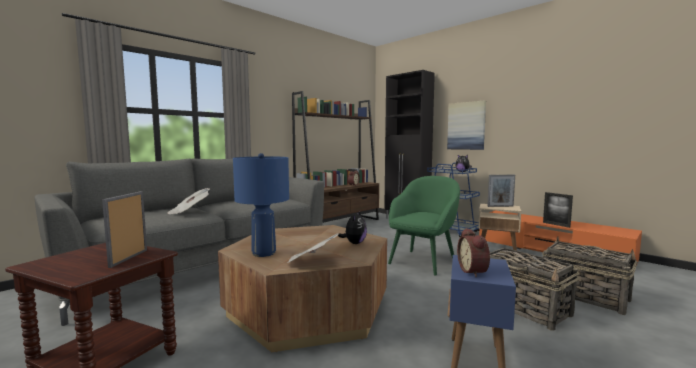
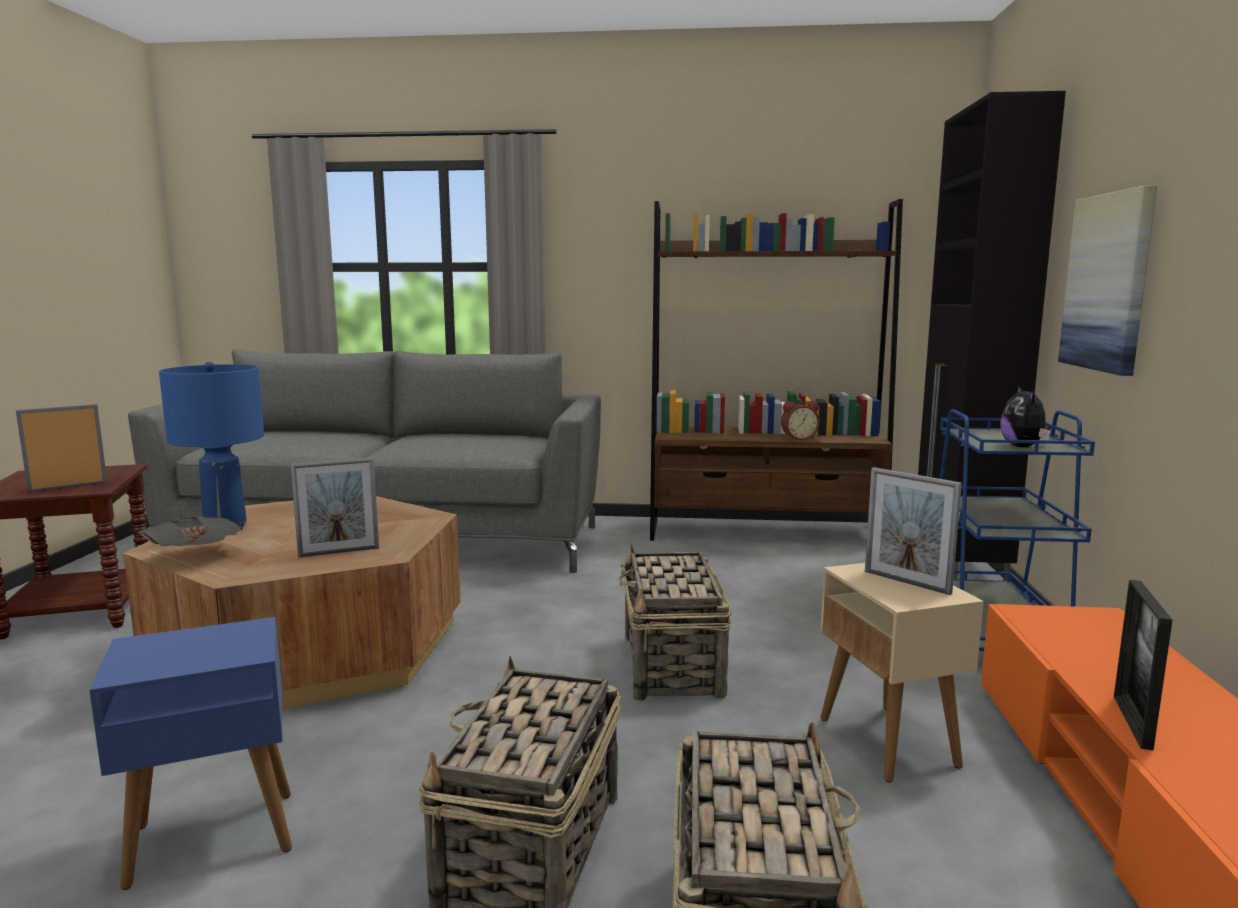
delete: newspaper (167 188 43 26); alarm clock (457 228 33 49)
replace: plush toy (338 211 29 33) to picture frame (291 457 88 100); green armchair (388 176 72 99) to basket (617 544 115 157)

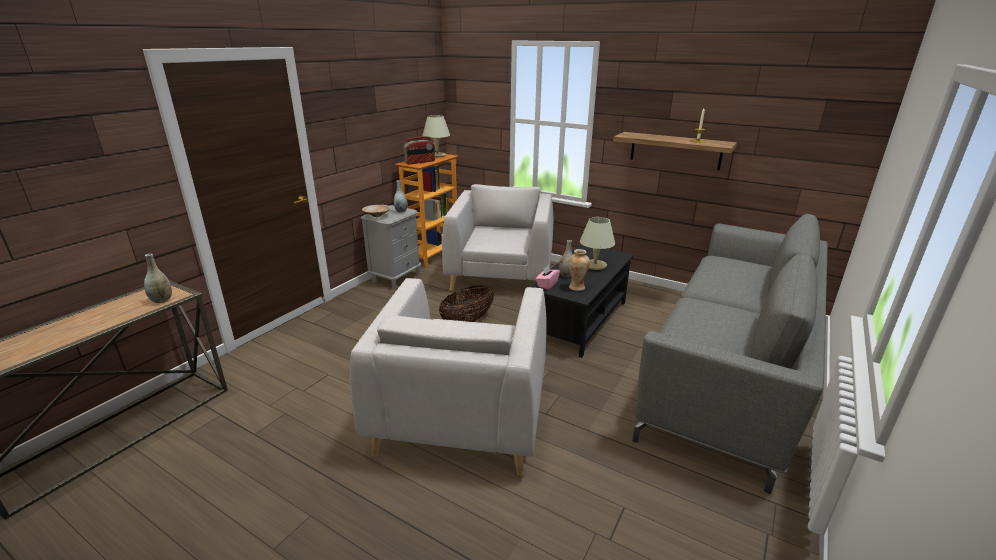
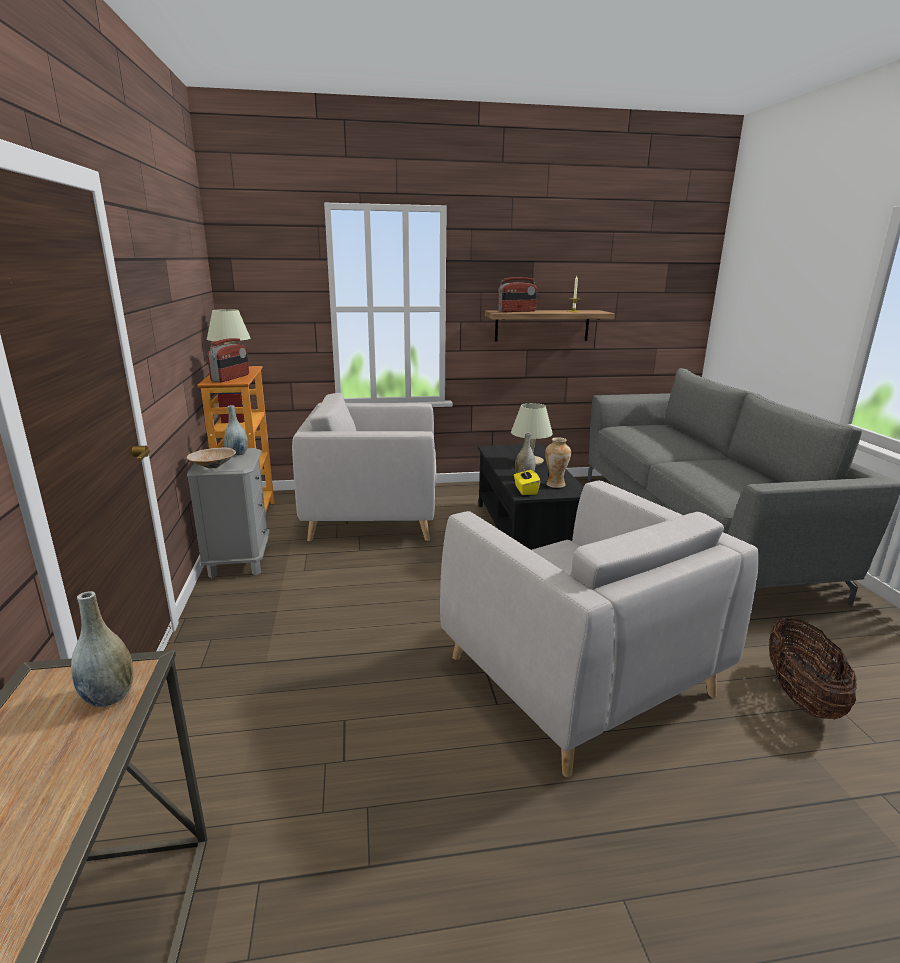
insert: radio (498 277 39 35)
move: basket (439 285 55 37) to (769 618 88 101)
recolor: pink tissue box (536 265 24 24) to yellow tissue box (514 467 26 28)
rotate: grey armchair (442 184 111 106) = (292 393 144 148) 60 degrees counterclockwise

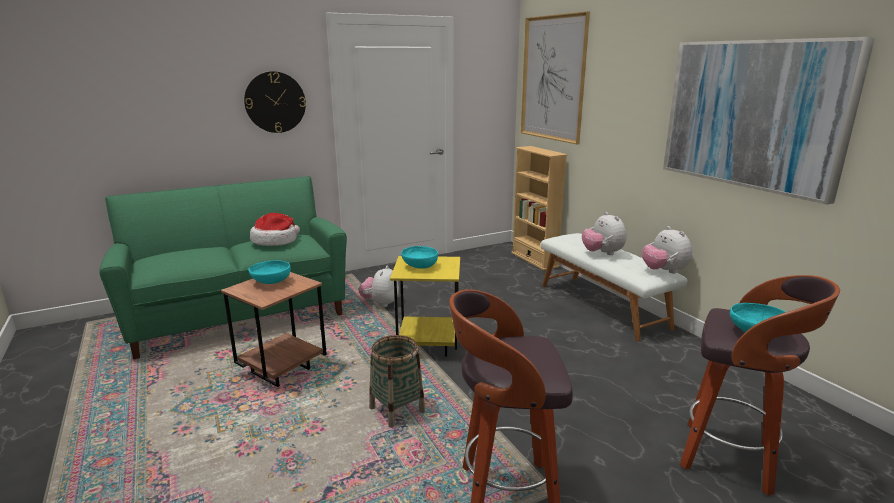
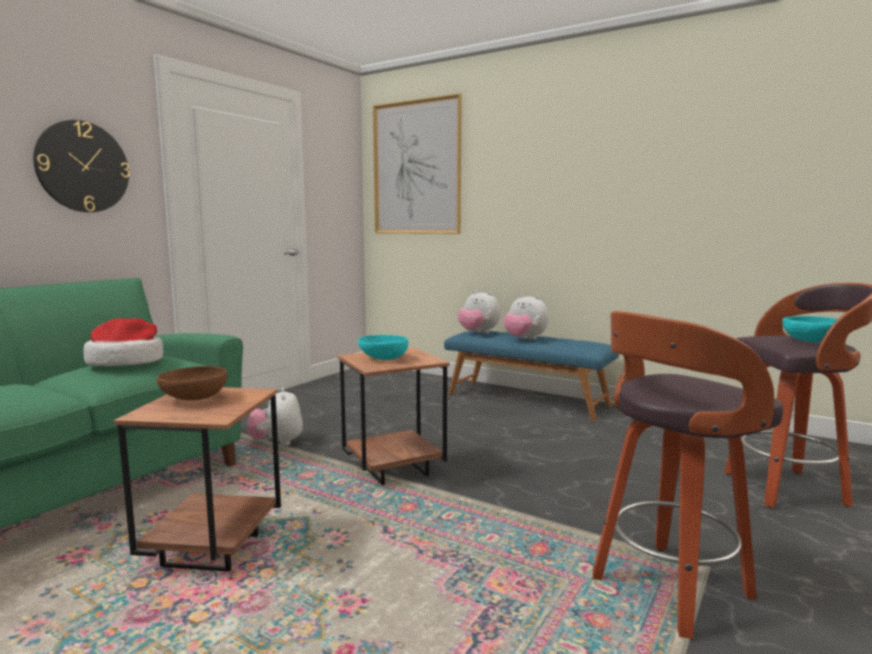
delete: basket (369 335 56 93); beige bookcase (511 146 56 124); picture (663 37 212 168)
move: plush toy (642 226 50 47) to (457 290 44 43)
recolor: turquoise bowl (248 260 43 24) to brown bowl (157 366 70 35); yellow side table (390 256 70 101) to brown side table (337 347 112 138); white bench (541 233 147 108) to blue bench (444 330 175 91)

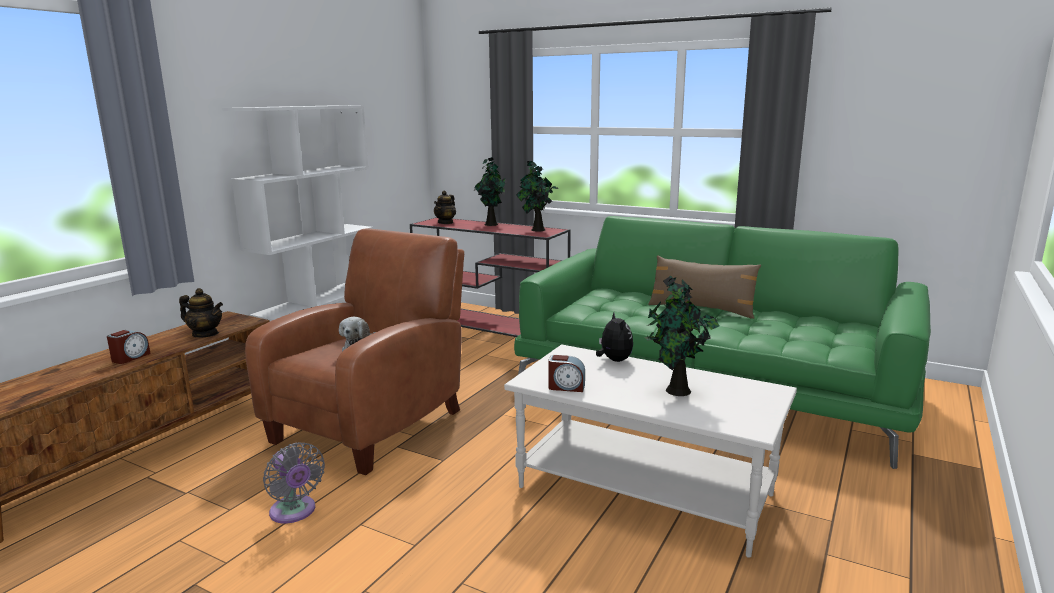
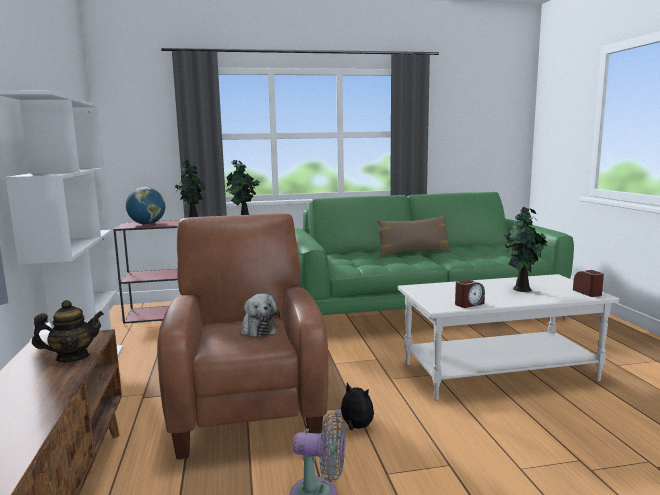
move: plush toy (596 313 37 49) to (335 383 39 47); alarm clock (107 330 44 34) to (573 270 31 27)
replace: teapot (434 190 22 34) to globe (126 187 39 38)

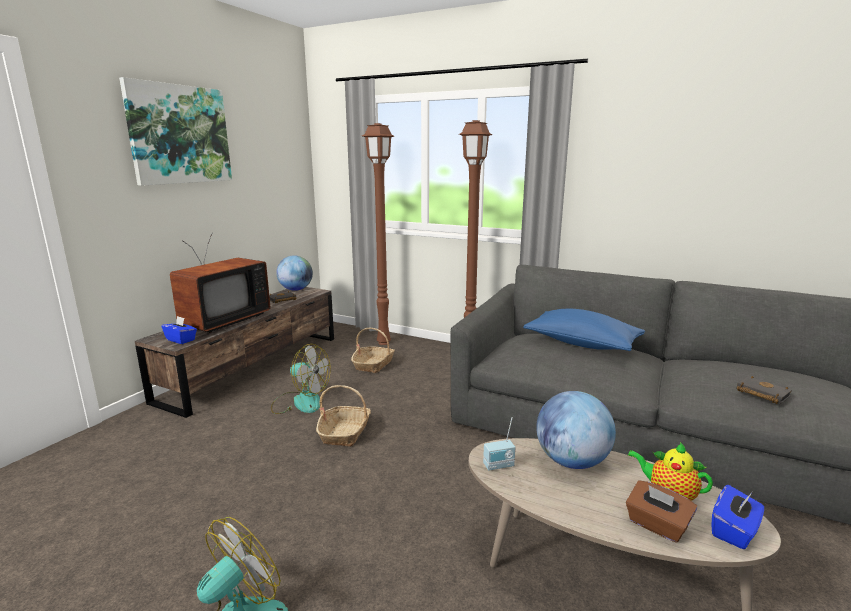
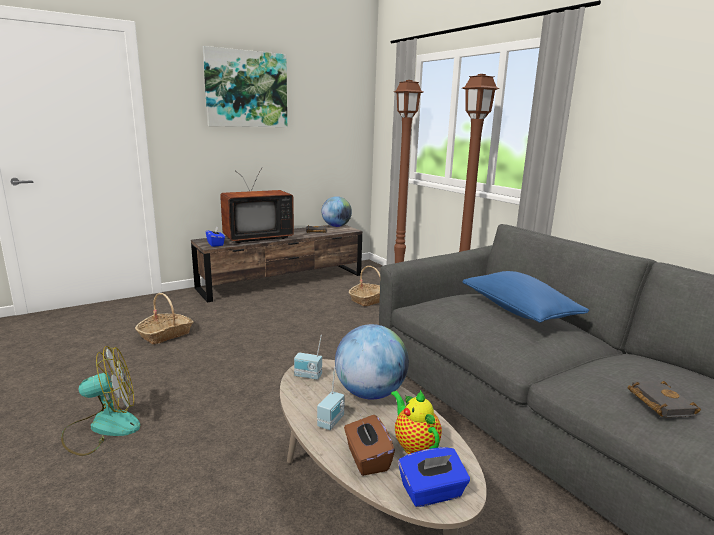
delete: fan (271 344 60 70)
insert: radio (317 367 28 63)
move: basket (316 385 55 62) to (135 293 59 52)

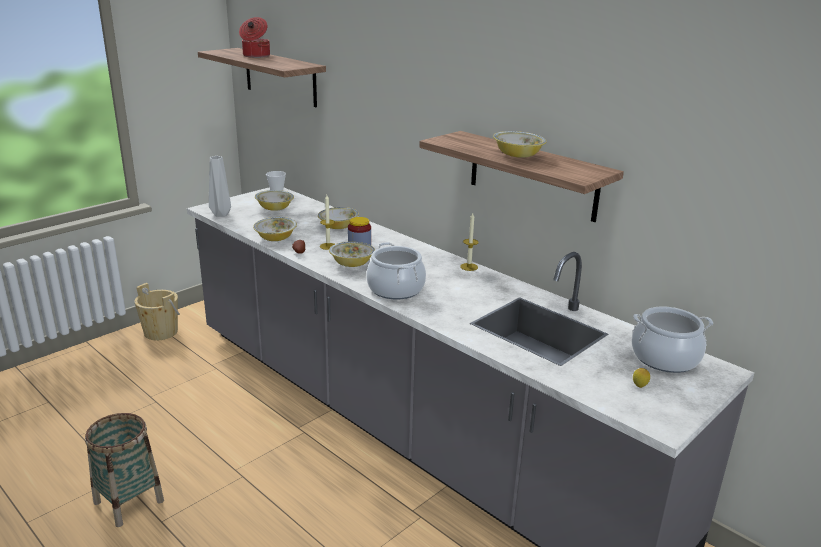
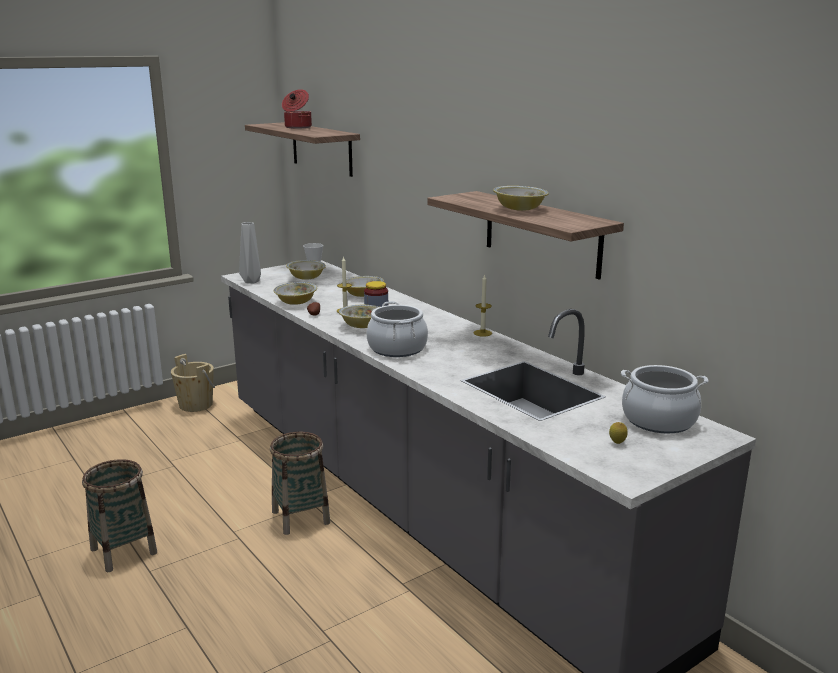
insert: basket (270 432 60 103)

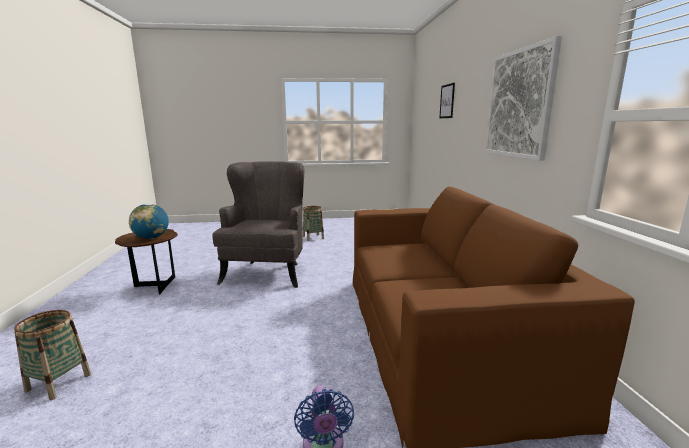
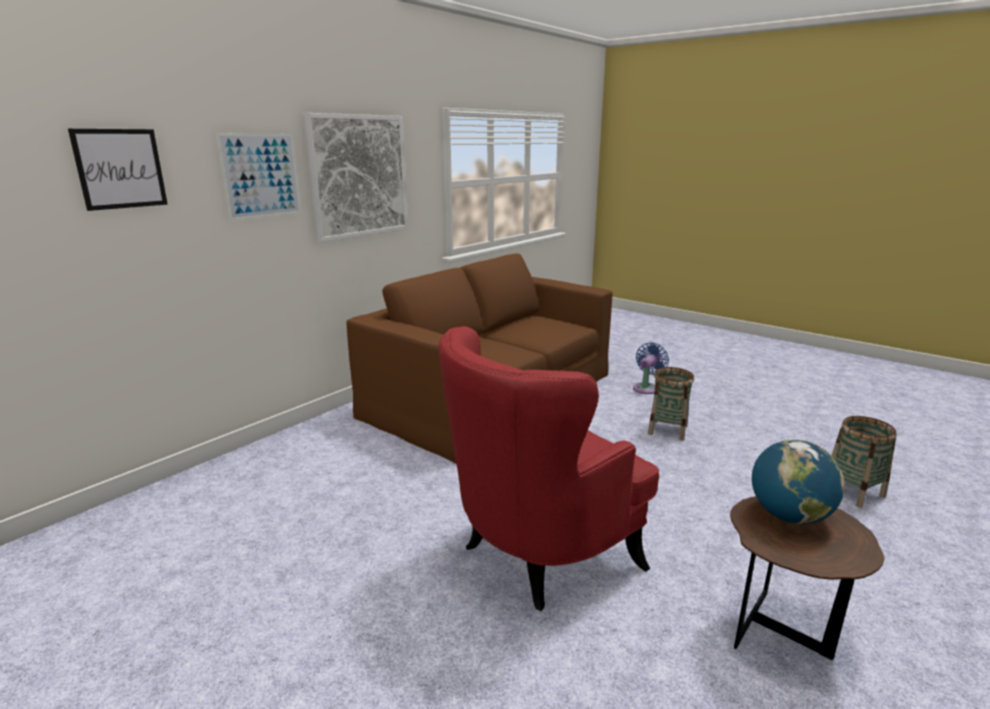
insert: picture (216 133 85 88)
move: basket (303 206 21 35) to (648 367 46 73)
recolor: grey armchair (212 161 92 127) to red armchair (438 326 221 285)

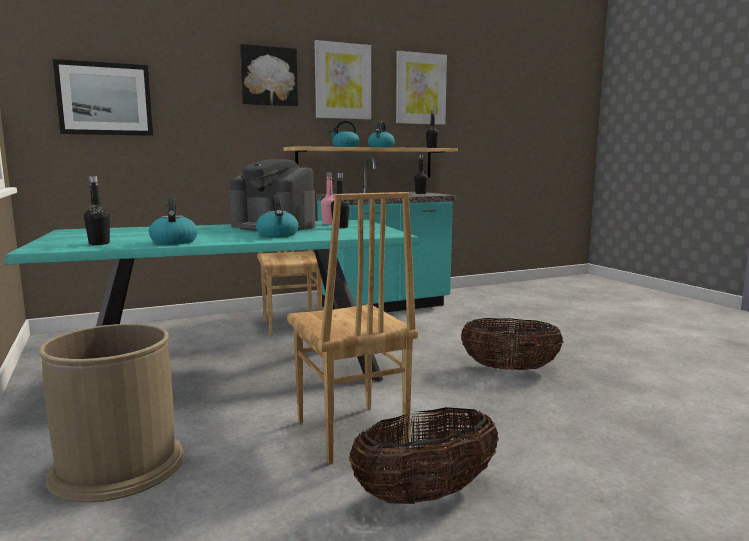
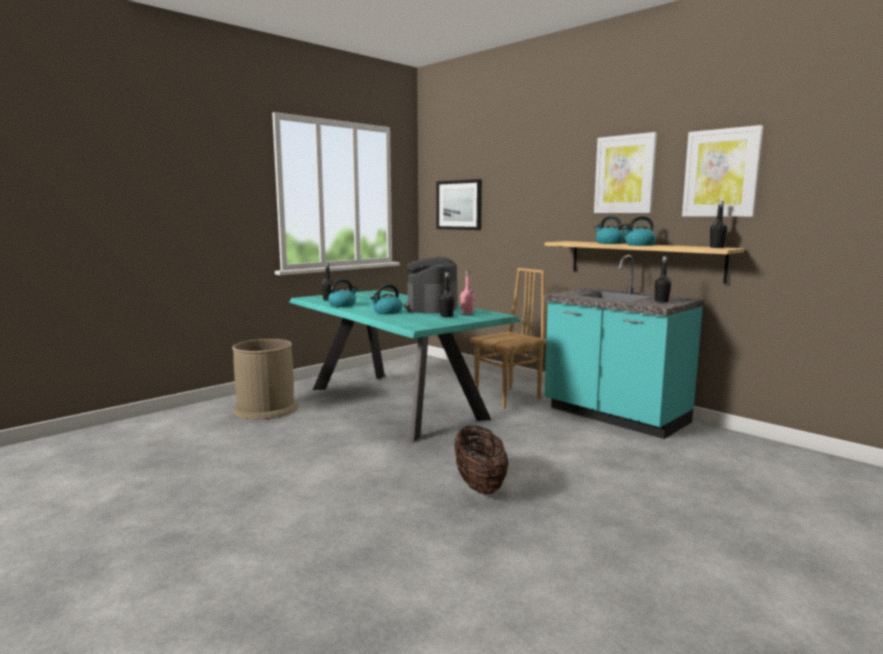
delete: picture (240 44 58 63); brown chair (287 192 131 272); basket (349 407 149 97)

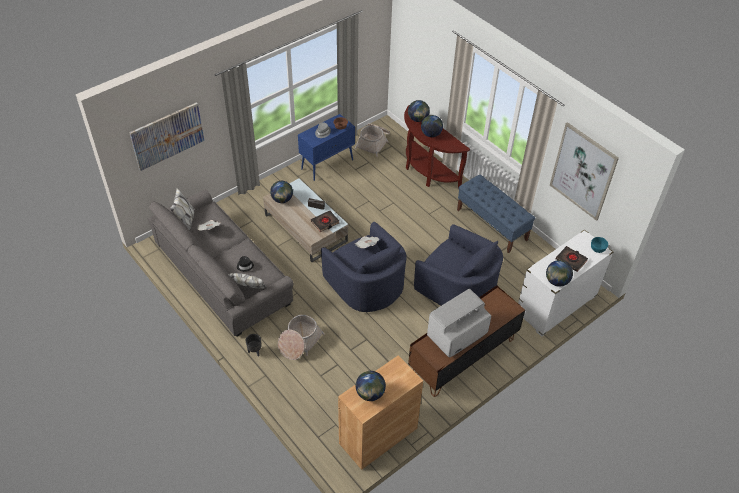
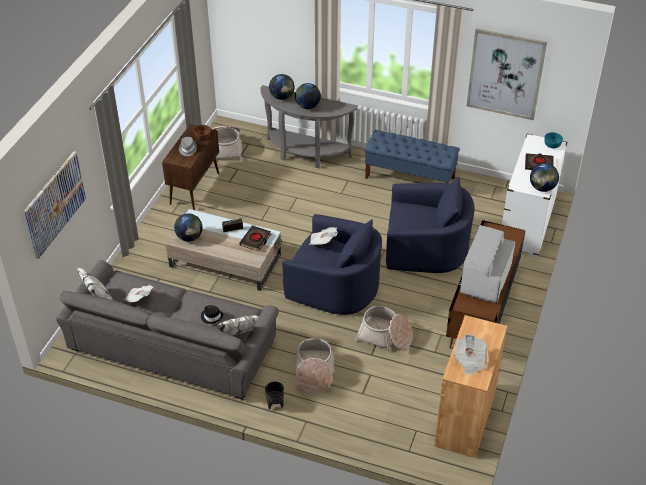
insert: basket (355 306 58 47)
replace: globe (356 371 30 30) to newspaper (454 334 34 41)
recolor: blue cabinet (298 114 57 67) to brown cabinet (162 124 57 86); brown console table (404 106 66 83) to grey console table (261 85 97 83)

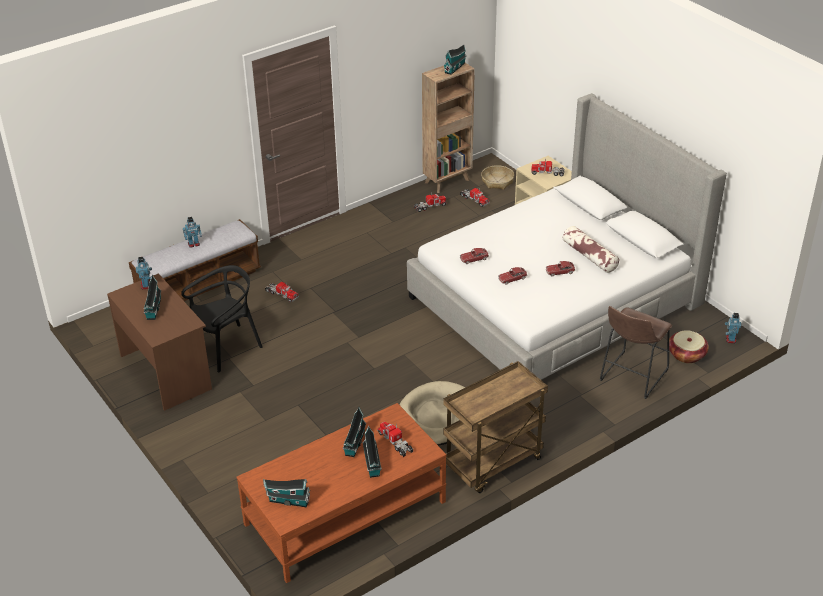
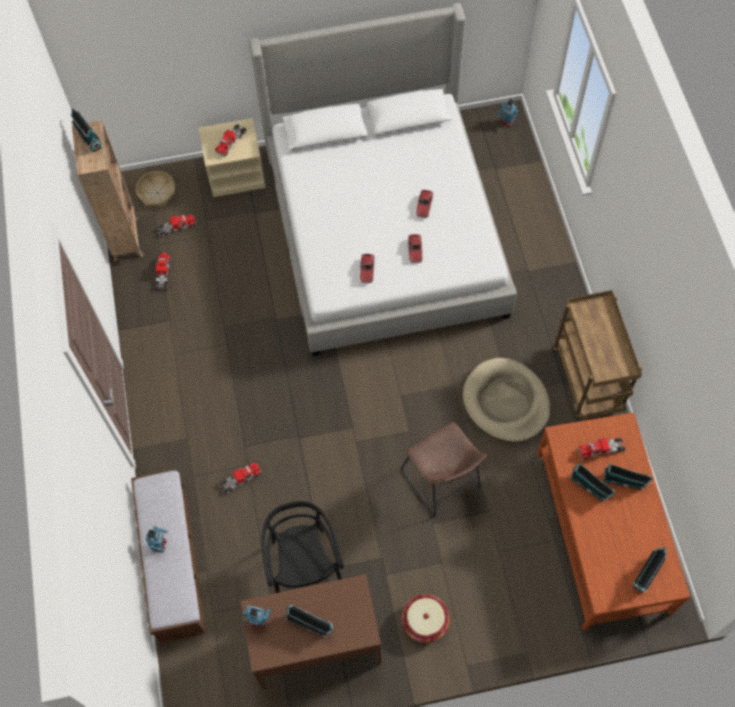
delete: pillow (563 226 56 47)
move: brown stool (600 306 72 93) to (401 422 86 95); basket (669 330 40 33) to (402 594 48 49)

